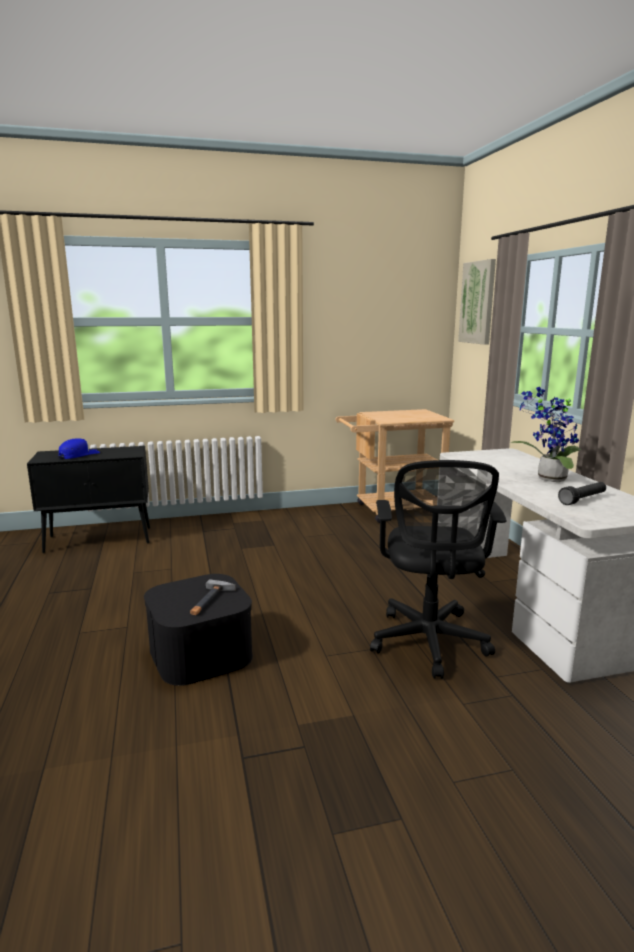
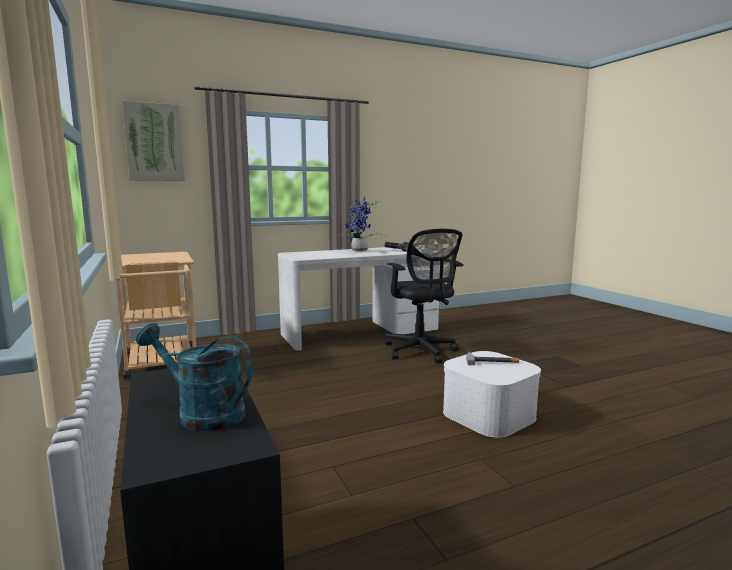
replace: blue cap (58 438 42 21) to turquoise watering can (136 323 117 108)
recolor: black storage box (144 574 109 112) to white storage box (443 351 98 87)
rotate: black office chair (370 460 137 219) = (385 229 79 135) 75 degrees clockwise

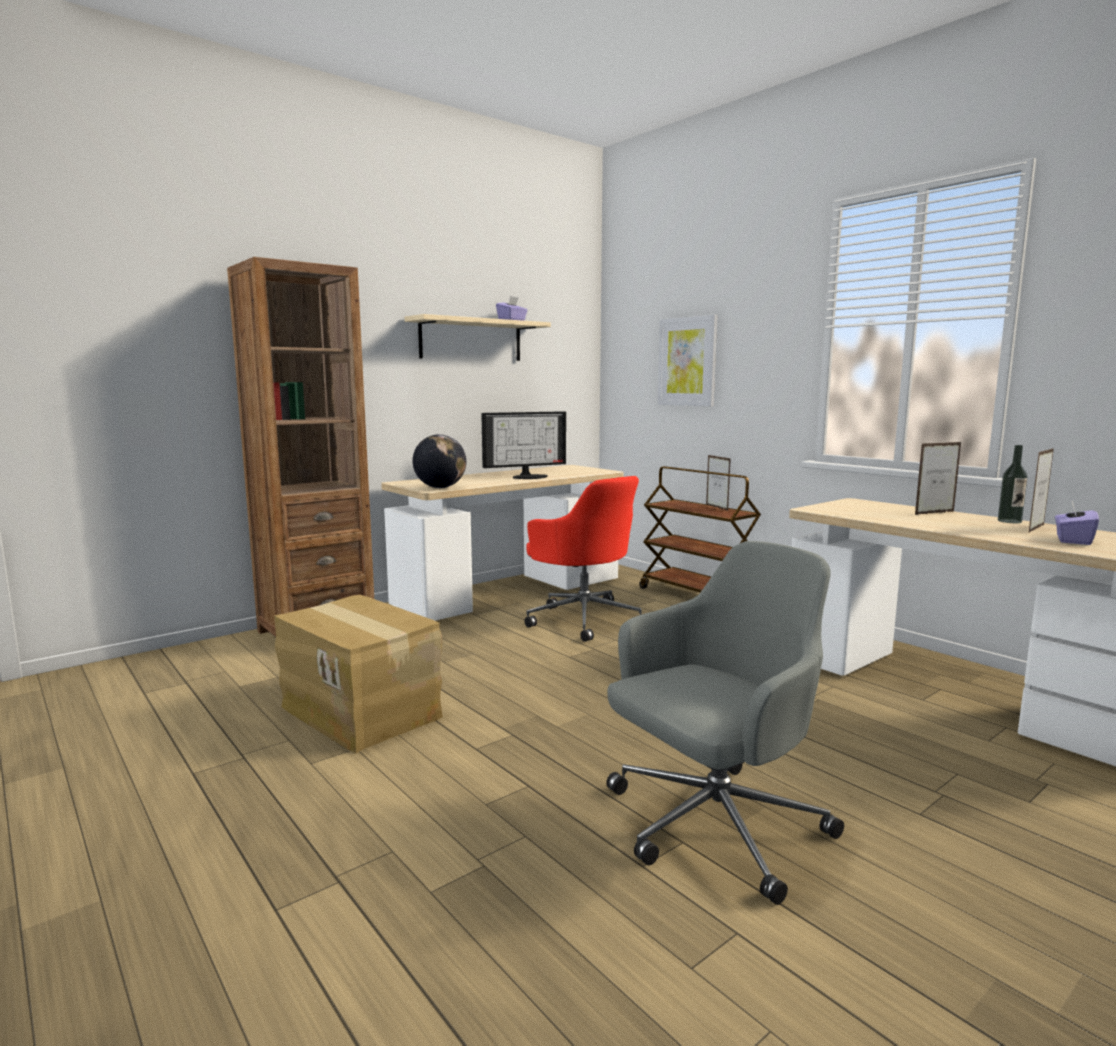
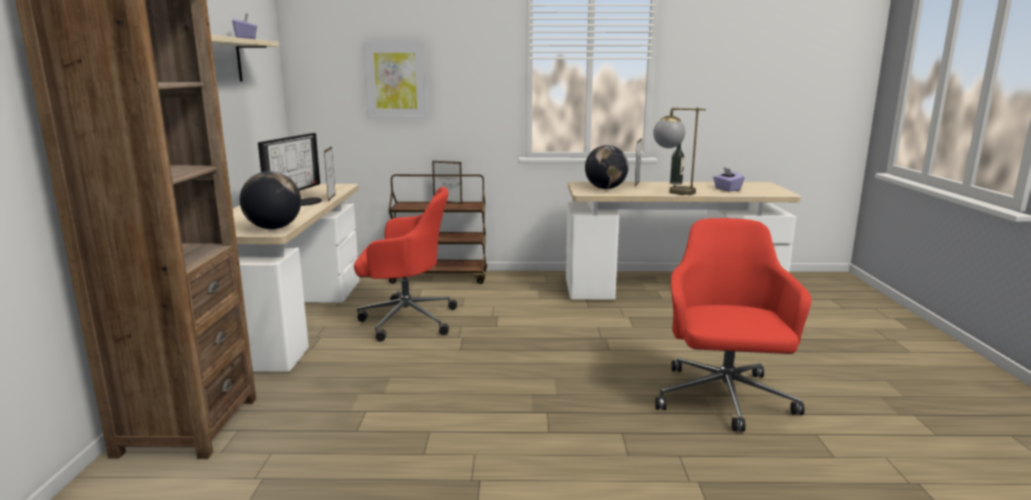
delete: cardboard box (274 595 169 158)
insert: globe (585 145 44 44); table lamp (653 108 53 87)
move: picture frame (1029 448 25 84) to (324 146 12 56)
recolor: grey office chair (606 541 238 364) to red office chair (655 218 157 214)

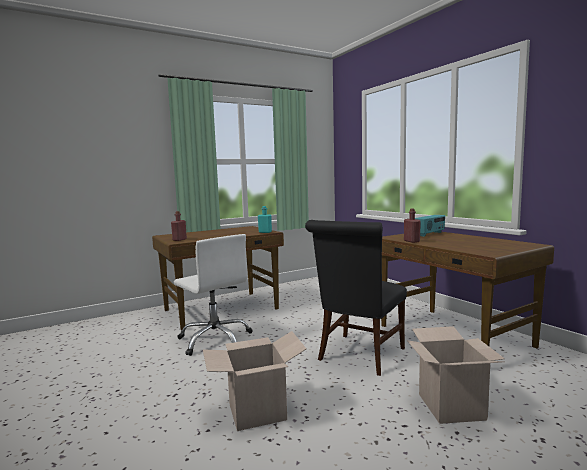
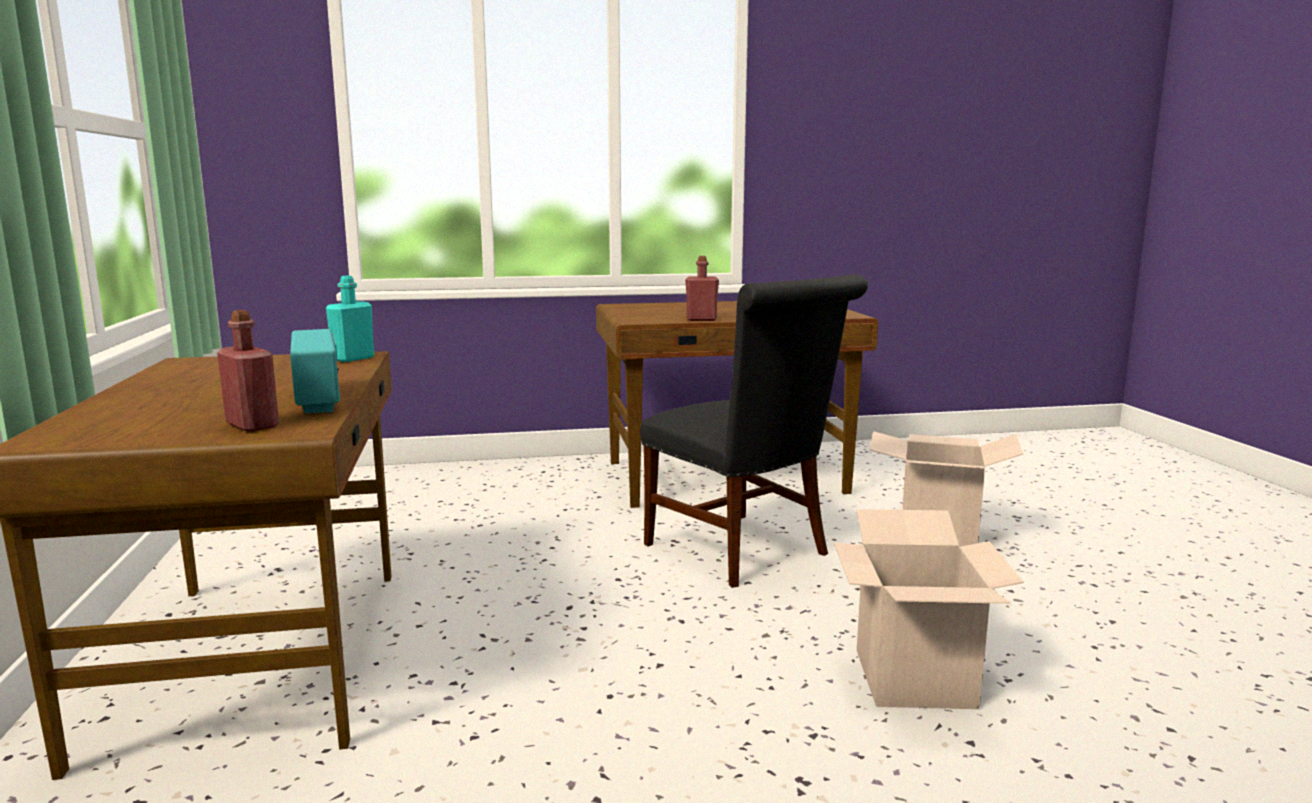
delete: white office chair (174 234 79 122)
move: radio (415 215 30 22) to (290 329 50 84)

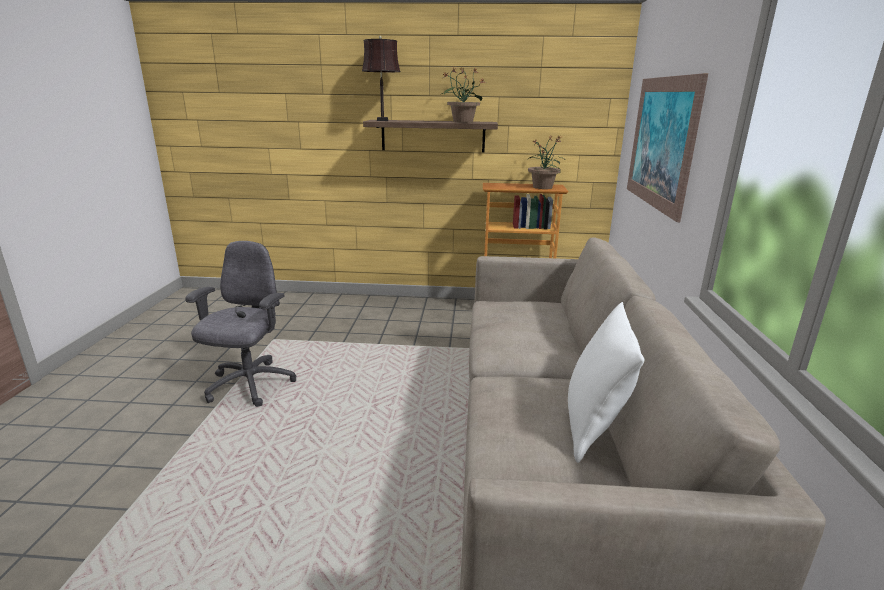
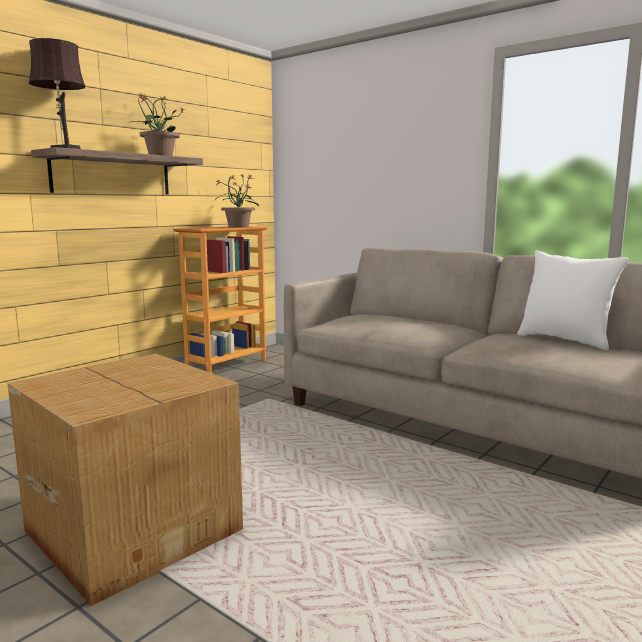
delete: picture (627 73 81 149)
replace: grey office chair (185 241 111 166) to cardboard box (7 353 236 253)

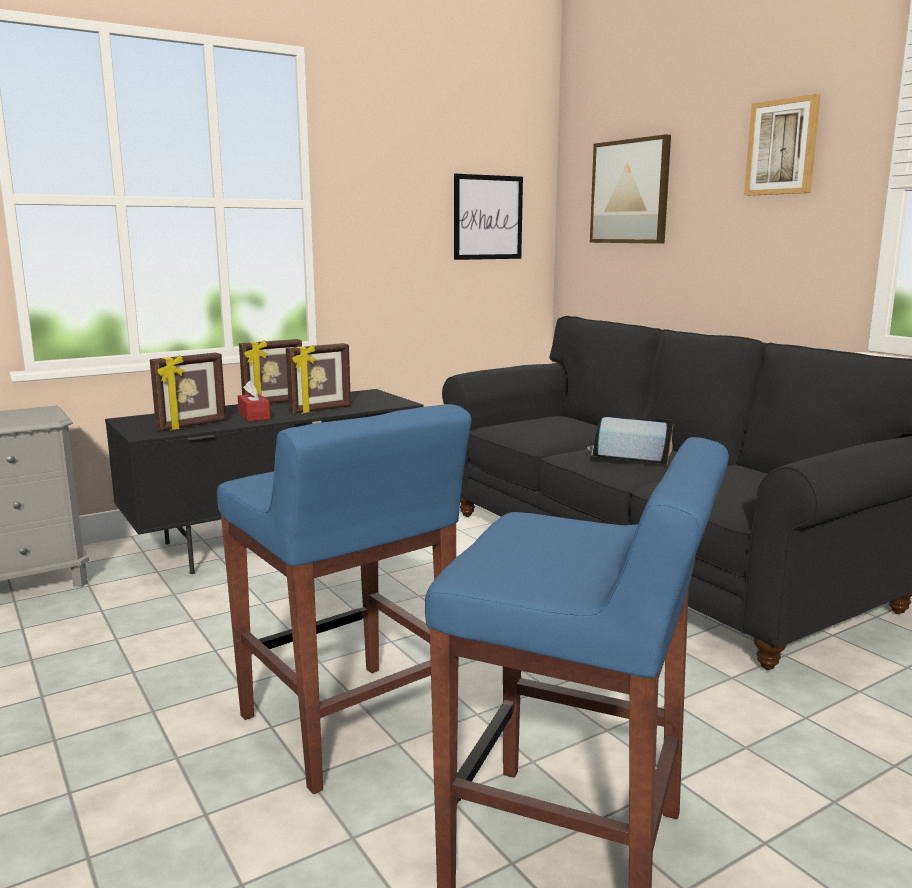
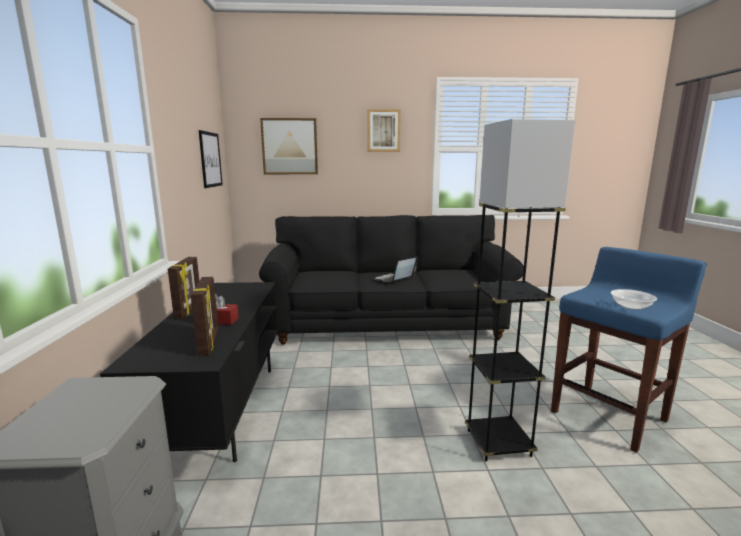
delete: picture frame (286 343 65 71)
insert: bowl (611 289 46 21)
replace: blue stool (217 404 255 390) to grey floor lamp (465 119 110 343)

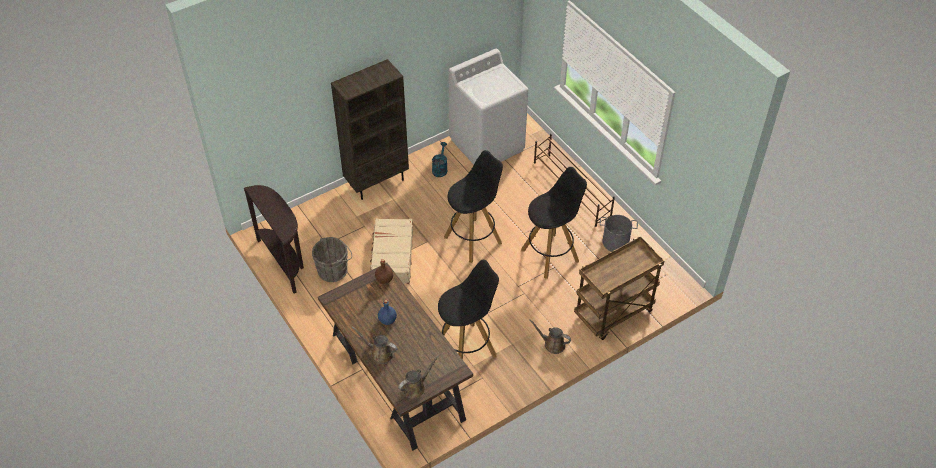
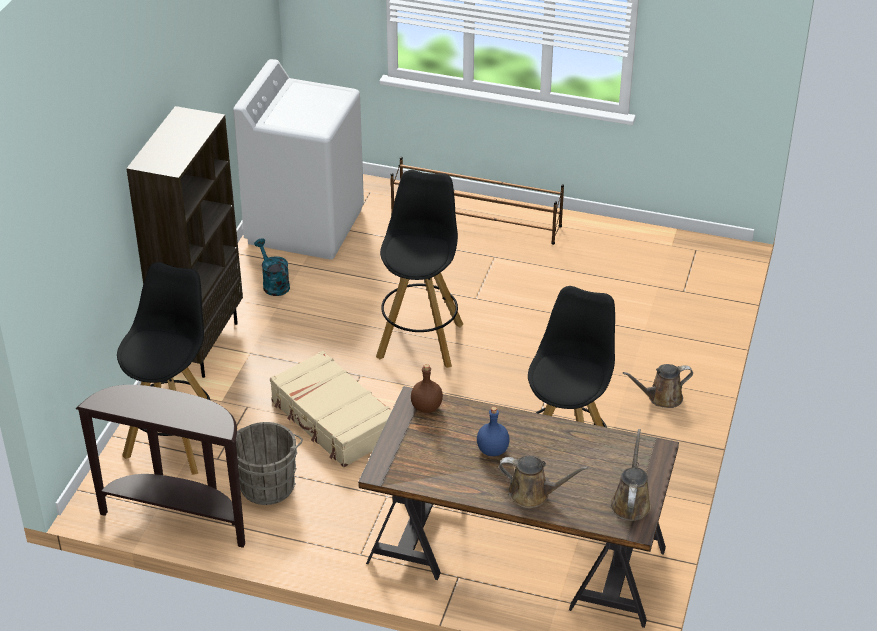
delete: brown cart (574 237 90 103); grey bucket (600 215 38 37)
move: black stool (521 167 66 112) to (117 262 93 213)
rotate: brown watering can (352 326 46 38) = (499 456 89 52) 150 degrees counterclockwise

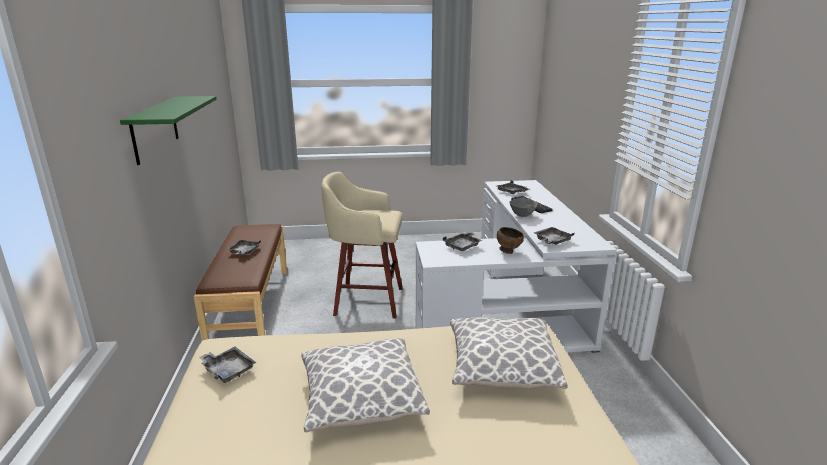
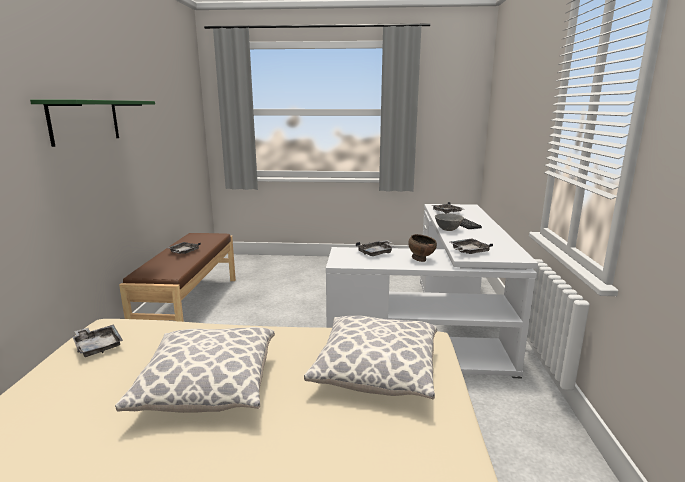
delete: beige stool (321 171 82 148)

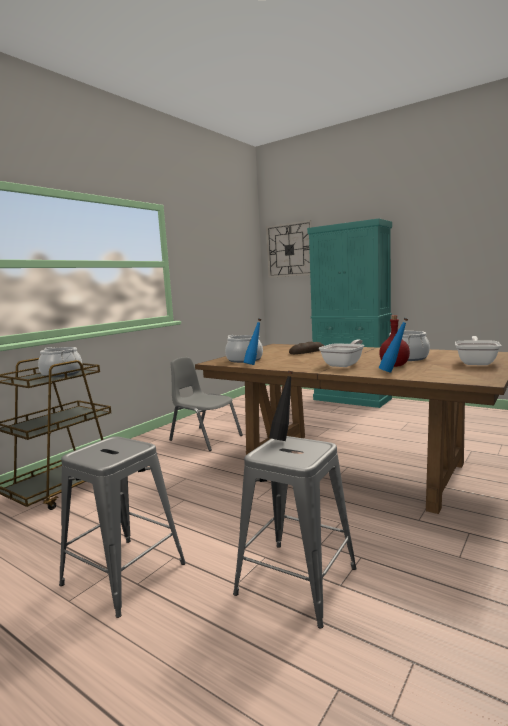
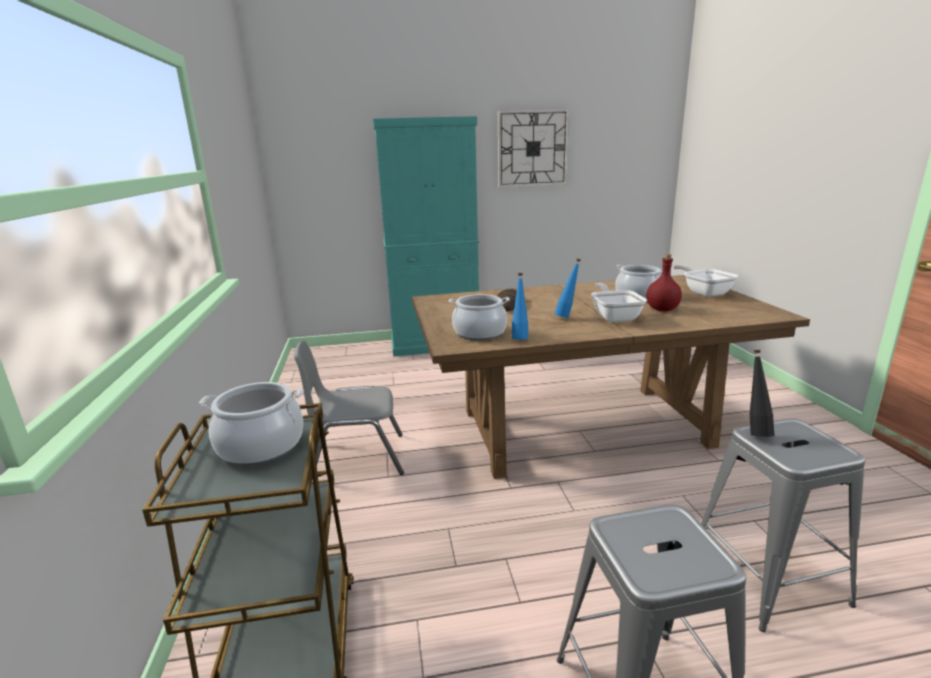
move: wall clock (266 220 46 58) to (498 109 72 79); blue bottle (379 318 29 55) to (555 259 26 59)

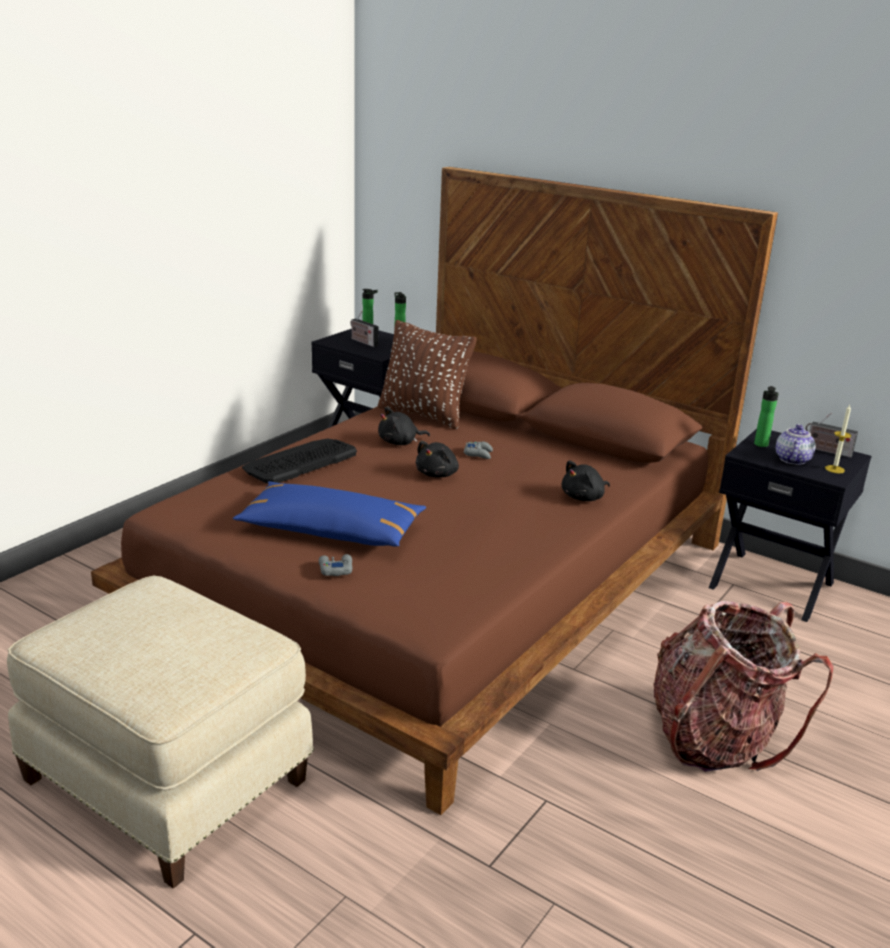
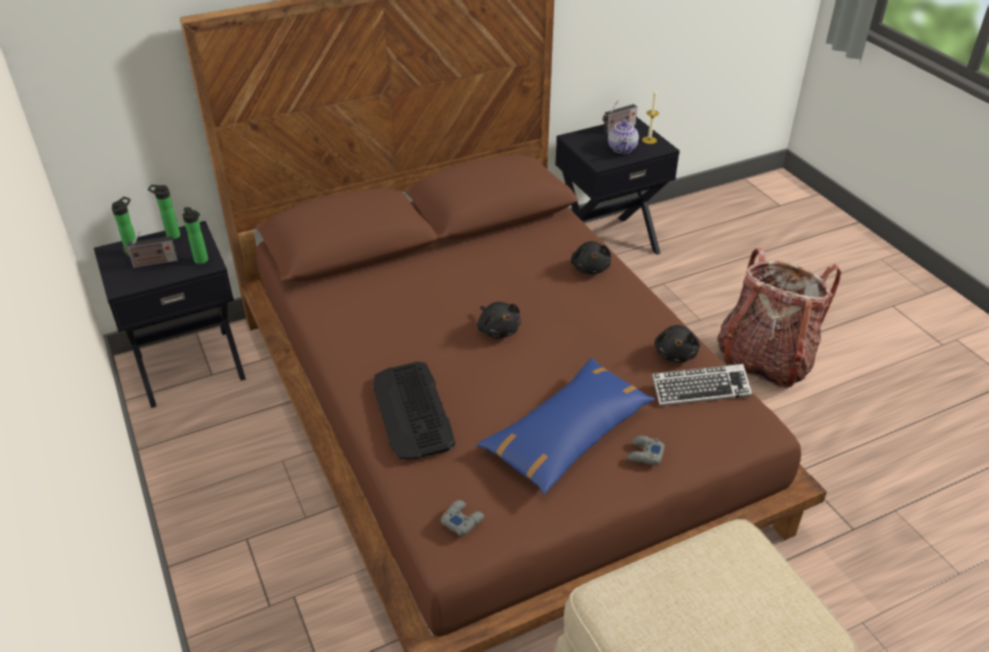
delete: brown pillow (378 320 99 109)
insert: keyboard (652 364 100 42)
move: bottle (754 386 25 61) to (182 207 26 57); grey game controller (464 441 29 18) to (441 500 43 36); black plush toy (378 407 52 38) to (654 325 46 37)
rotate: teapot (776 424 40 41) = (608 117 31 37) 135 degrees counterclockwise

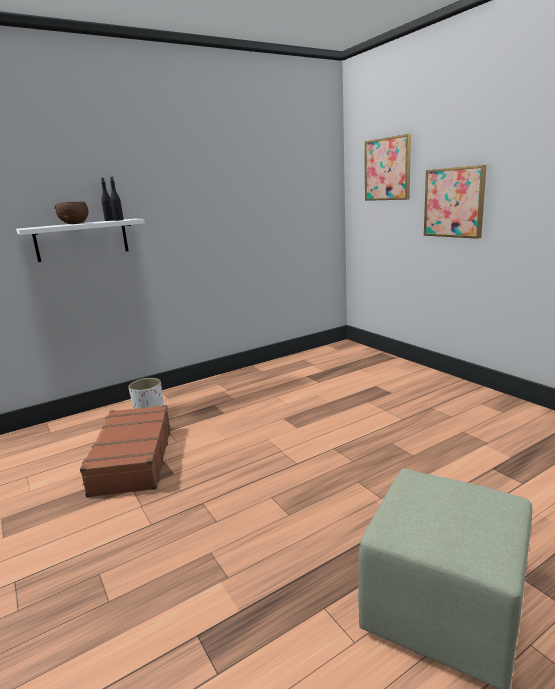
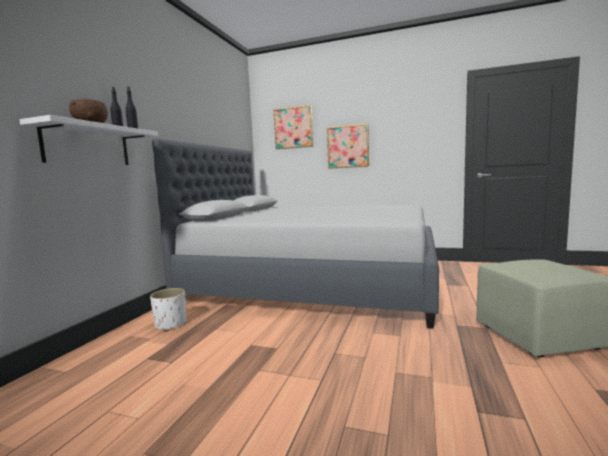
delete: brown suitcase (80 405 91 93)
insert: grey bed (152 138 287 191)

